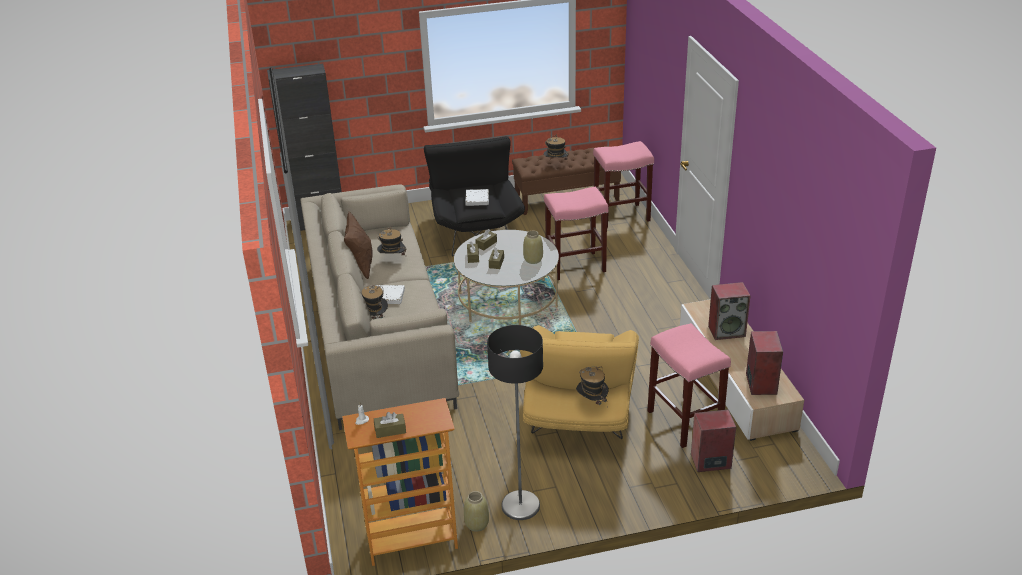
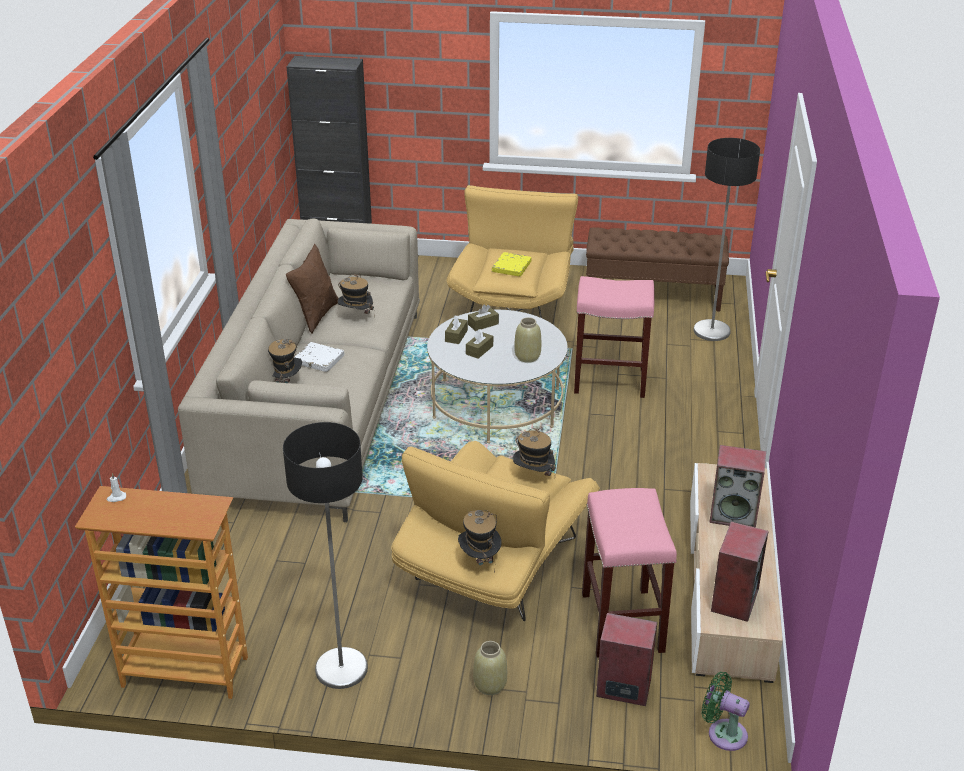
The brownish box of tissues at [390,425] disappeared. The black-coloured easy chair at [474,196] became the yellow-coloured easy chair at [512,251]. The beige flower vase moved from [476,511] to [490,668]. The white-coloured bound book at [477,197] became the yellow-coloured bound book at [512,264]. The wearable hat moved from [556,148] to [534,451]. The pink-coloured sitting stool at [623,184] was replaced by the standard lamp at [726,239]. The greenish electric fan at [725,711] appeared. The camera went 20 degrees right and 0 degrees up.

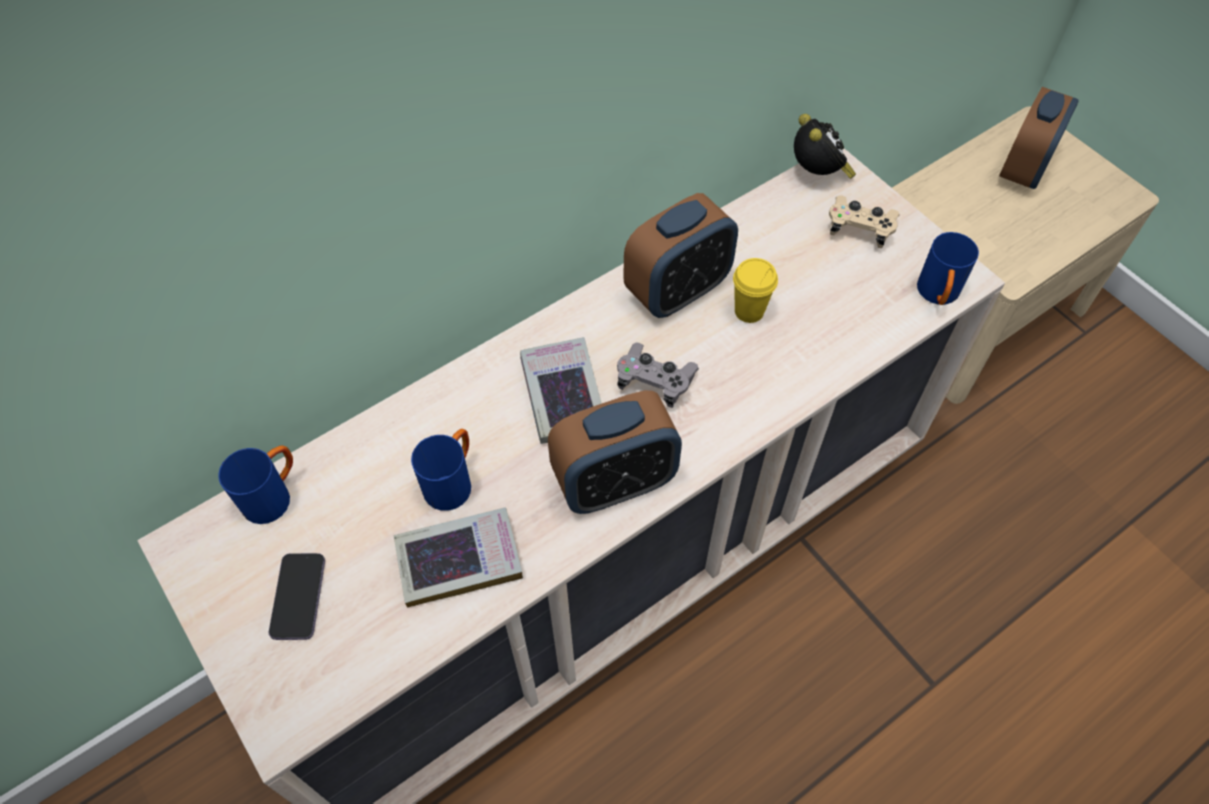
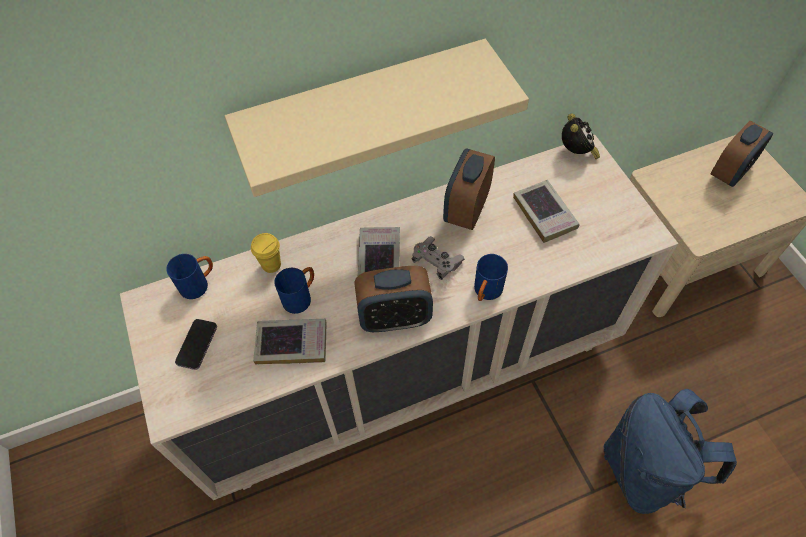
The bedside clock at [680,255] turned 135 degrees clockwise. The yellow-coloured small cup moved from [755,290] to [266,253]. The beige game controller at [864,221] disappeared. The bluish tea mug moved from [948,268] to [491,277]. The beige shelf at [377,118] appeared. The bound book at [546,211] appeared. The bluish backpack at [670,451] appeared. The camera went 15 degrees right and 0 degrees up.

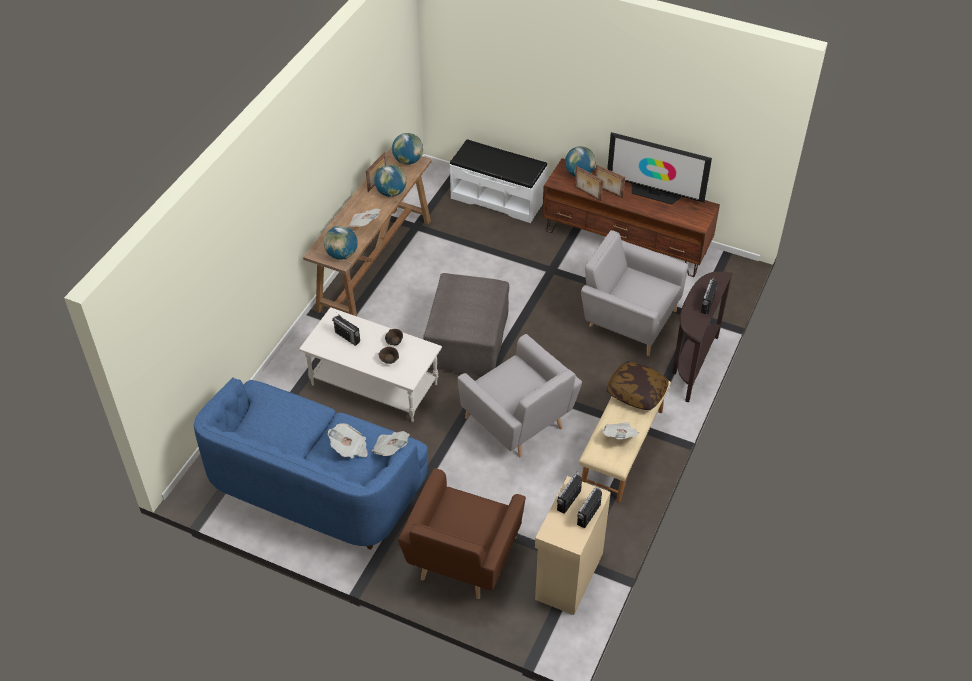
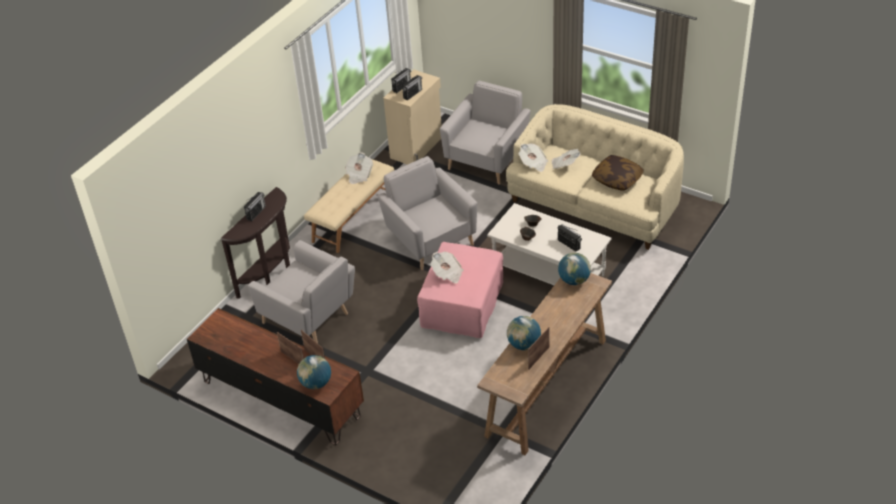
The bluish settee at [311,464] became the beige settee at [595,177]. The printed paper moved from [364,217] to [447,268]. The world globe at [407,149] disappeared. The brownish easy chair at [462,533] became the greyish easy chair at [485,133]. The greyish footrest at [466,324] became the pink-coloured footrest at [460,290]. The white-coloured long seat at [498,181] disappeared. The TV set at [659,168] disappeared. The cushion moved from [638,385] to [618,173]. The camera went 170 degrees left and 5 degrees down.

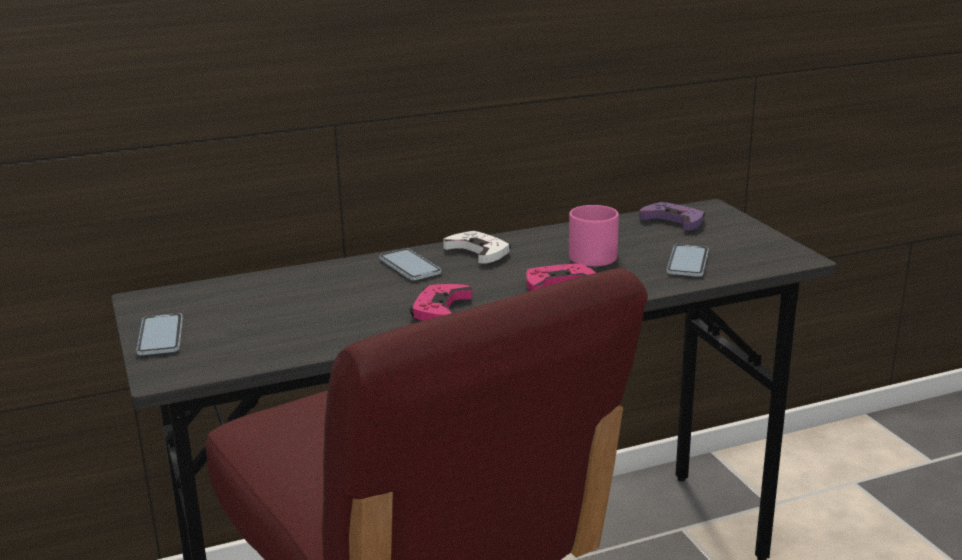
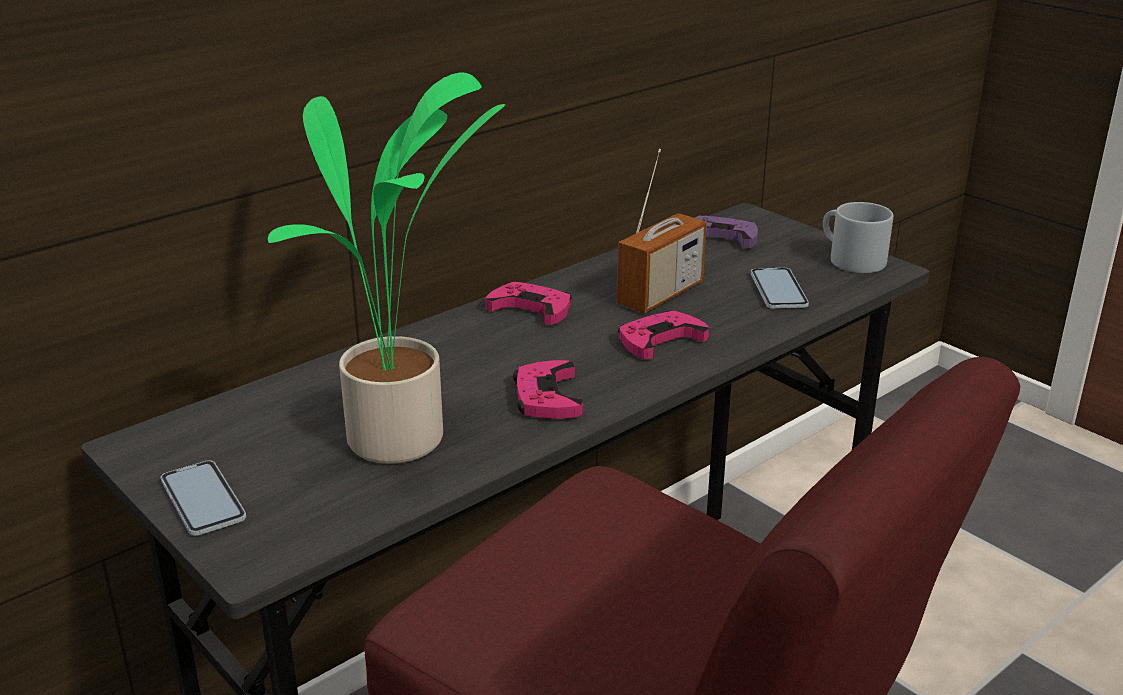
The handset at [410,264] disappeared. The white-coloured game controller at [477,247] became the pink-coloured game controller at [528,303]. The pink-coloured tea mug at [594,235] was replaced by the radio set at [662,231]. The plant in a pot at [387,268] appeared. The greyish tea mug at [858,237] appeared. The camera went 20 degrees left and 5 degrees up.

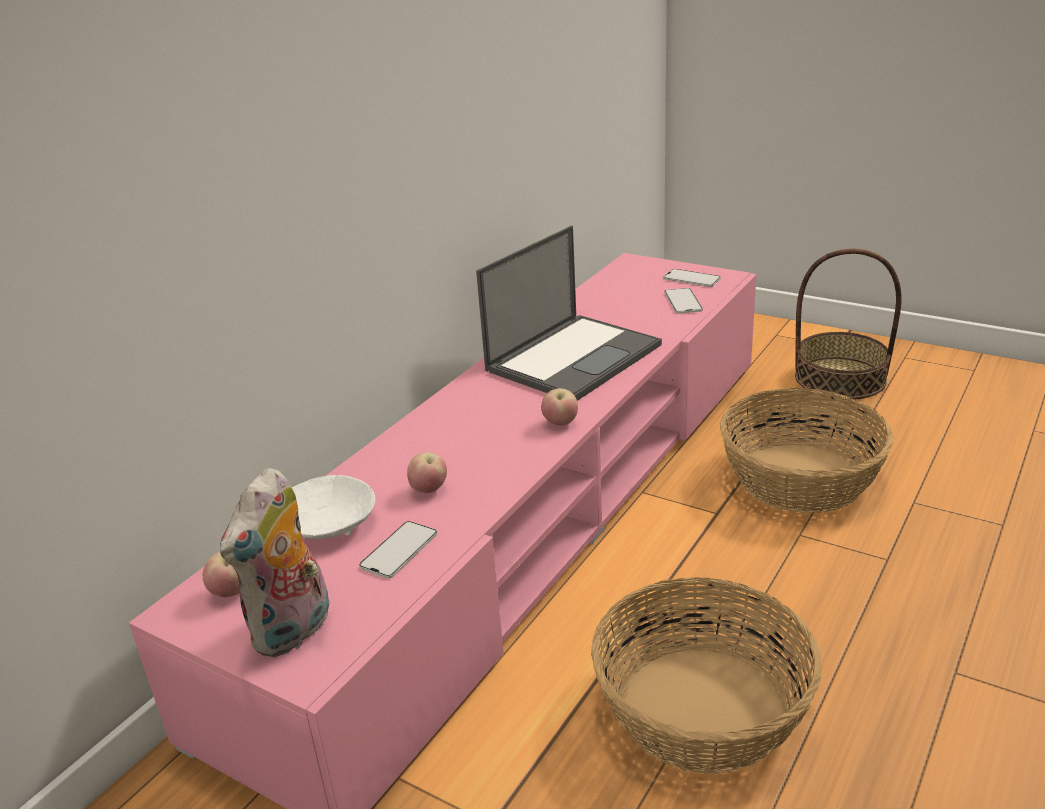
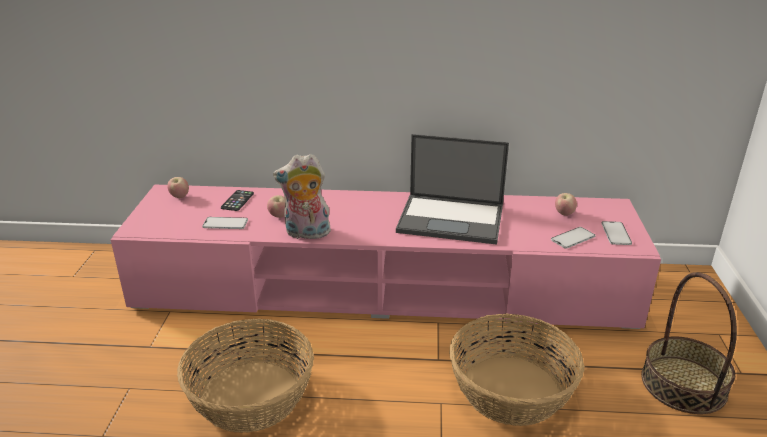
The cuddly toy moved from [274,562] to [302,196]. The white-coloured bowl at [333,507] was replaced by the handset at [237,200]. The apple fruit moved from [559,407] to [566,204]. The camera went 60 degrees right and 0 degrees up.

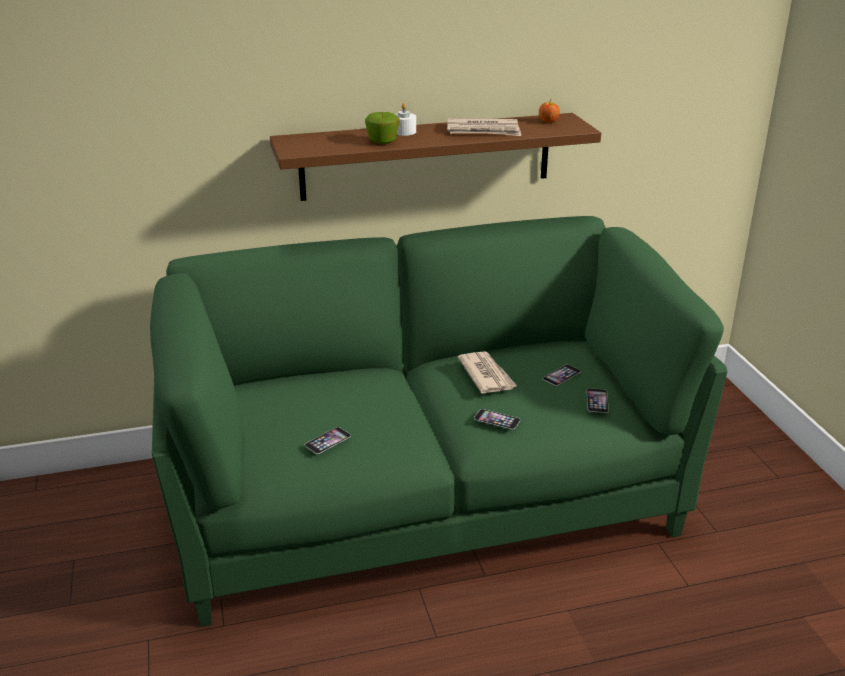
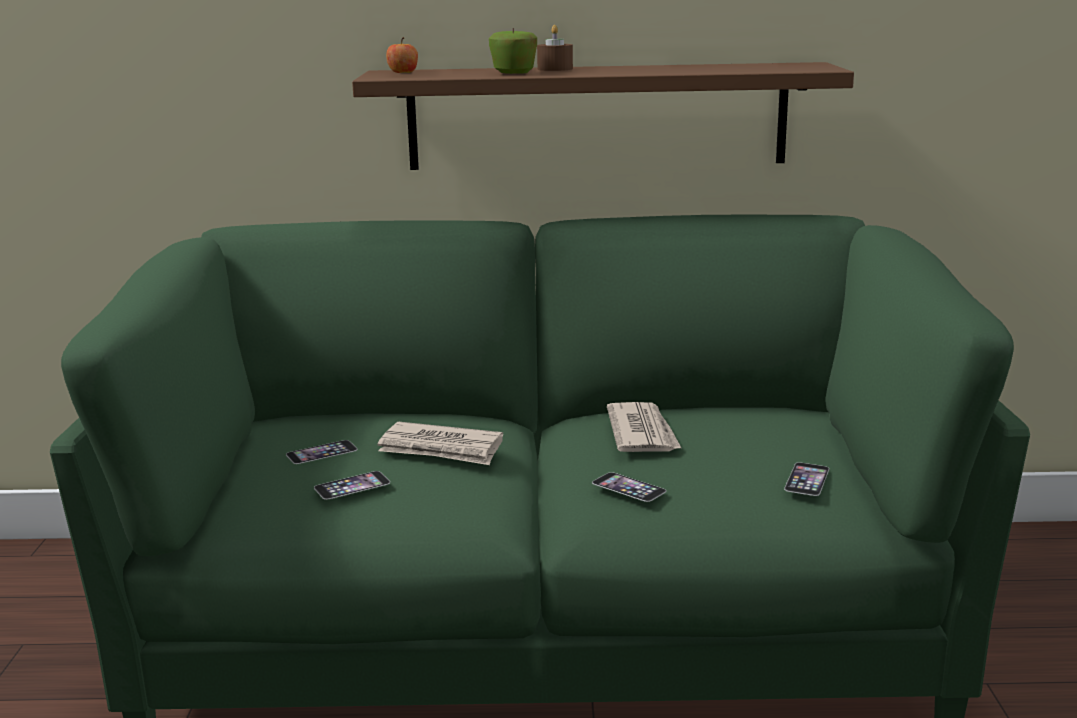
The white-coloured wax candle at [405,119] became the brownish wax candle at [555,48]. The printed paper moved from [484,127] to [440,443]. The apple fruit moved from [549,111] to [402,55]. The handset moved from [561,375] to [322,452]. The camera went 15 degrees right and 10 degrees down.

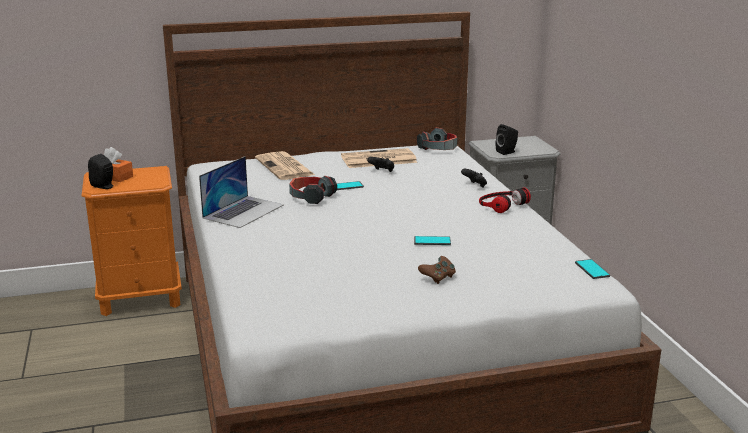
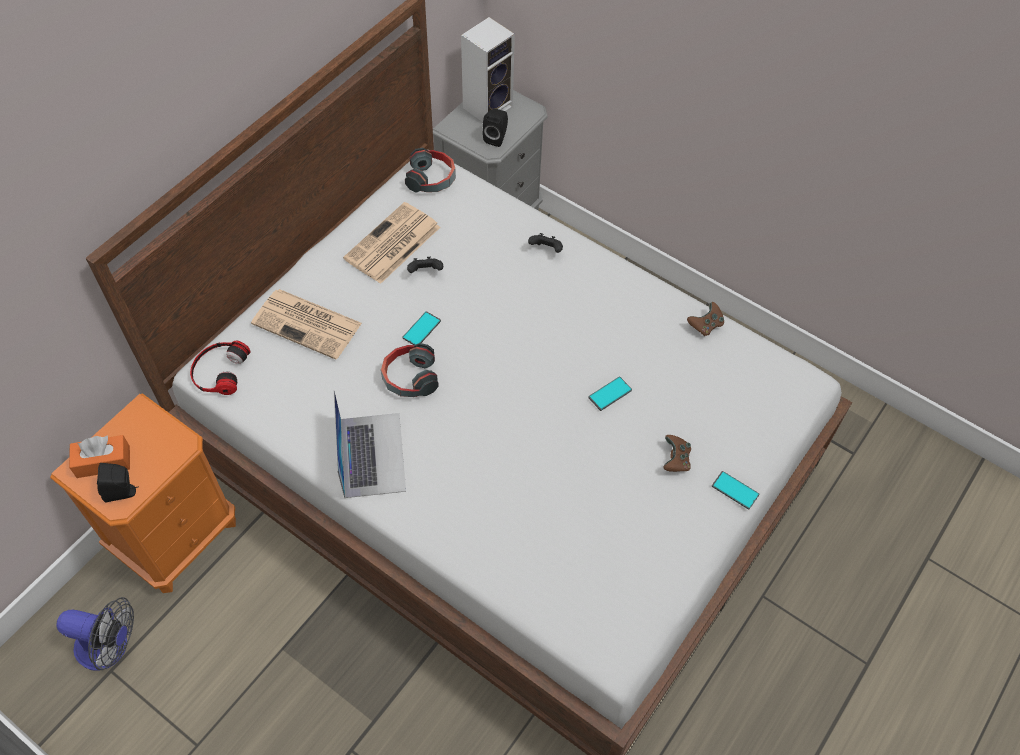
The headset moved from [505,200] to [220,368]. The handset moved from [592,269] to [735,490]. The electric fan at [95,634] appeared. The audio speaker at [488,69] appeared. The brownish game controller at [705,319] appeared. The camera went 40 degrees left and 35 degrees up.

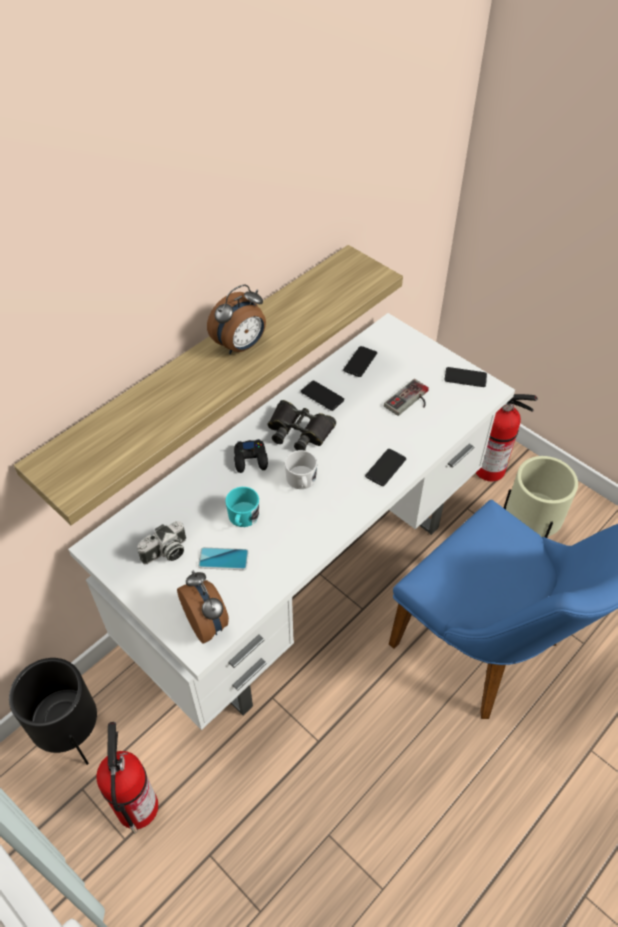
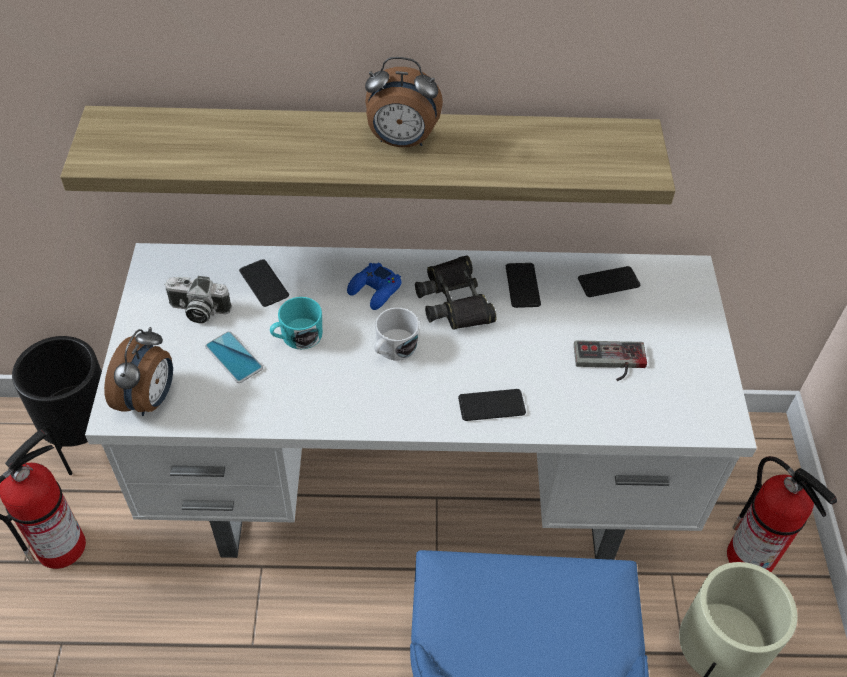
The black-coloured game controller at [251,456] became the bluish game controller at [374,286]. The handset moved from [465,377] to [264,283]. The camera went 45 degrees right and 0 degrees up.

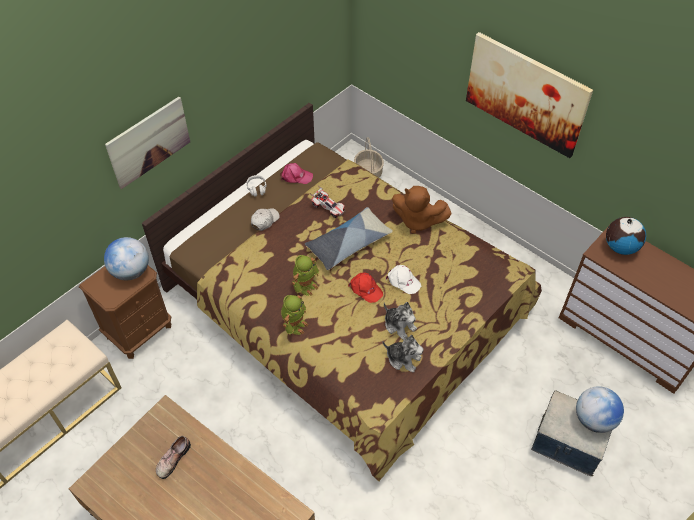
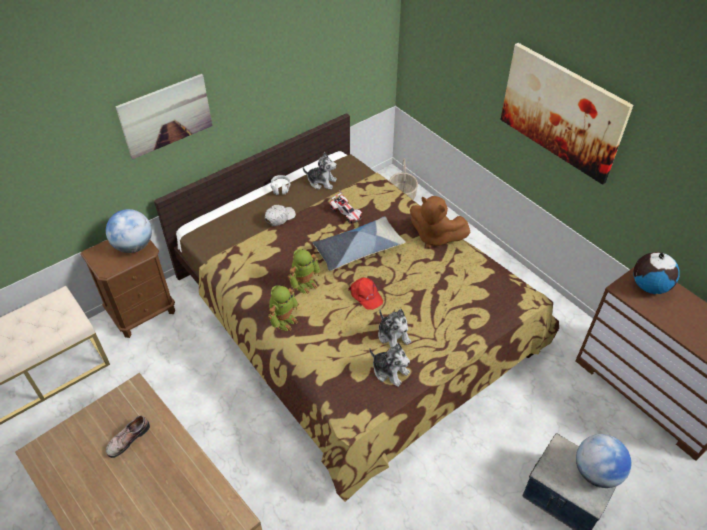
The pink-coloured baseball cap at [296,173] was replaced by the cuddly toy at [320,171]. The white-coloured baseball cap at [403,279] disappeared. The camera went 10 degrees right and 5 degrees down.

